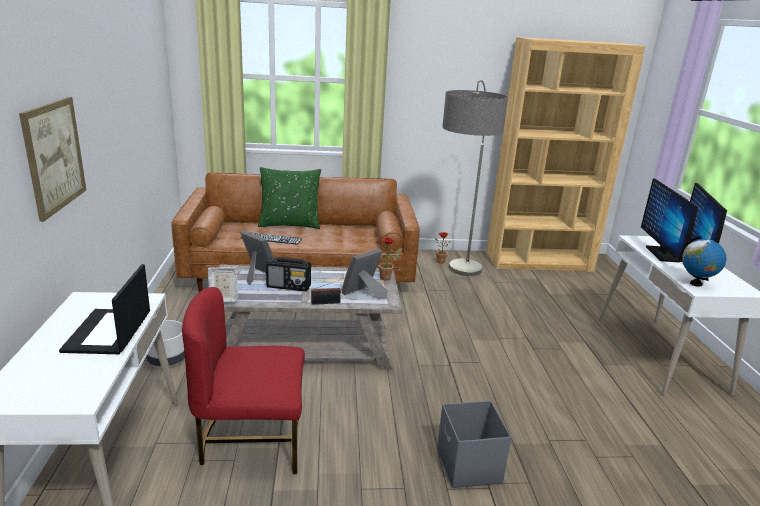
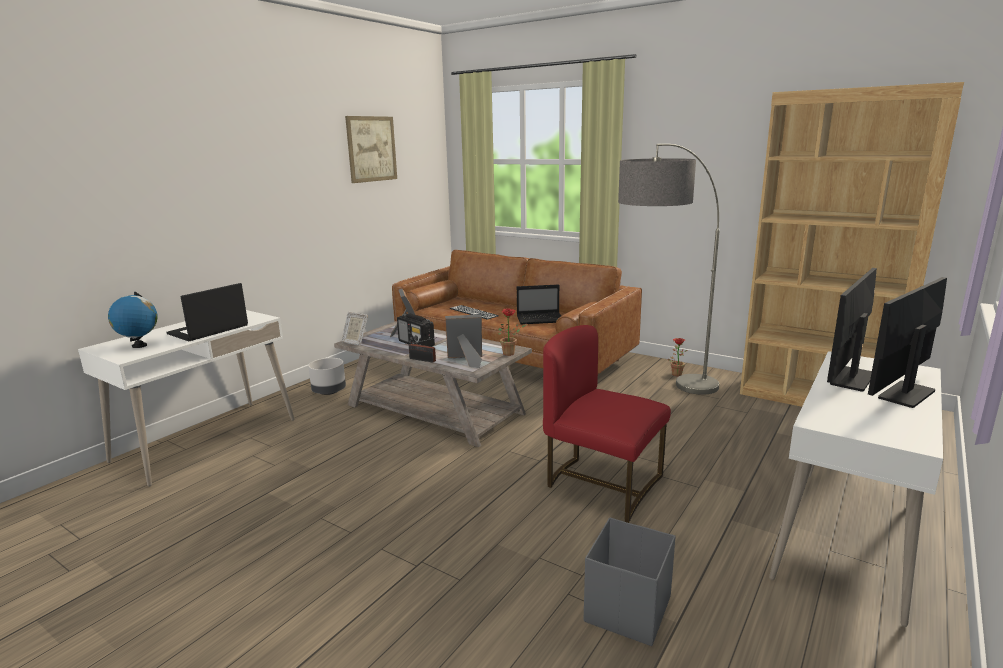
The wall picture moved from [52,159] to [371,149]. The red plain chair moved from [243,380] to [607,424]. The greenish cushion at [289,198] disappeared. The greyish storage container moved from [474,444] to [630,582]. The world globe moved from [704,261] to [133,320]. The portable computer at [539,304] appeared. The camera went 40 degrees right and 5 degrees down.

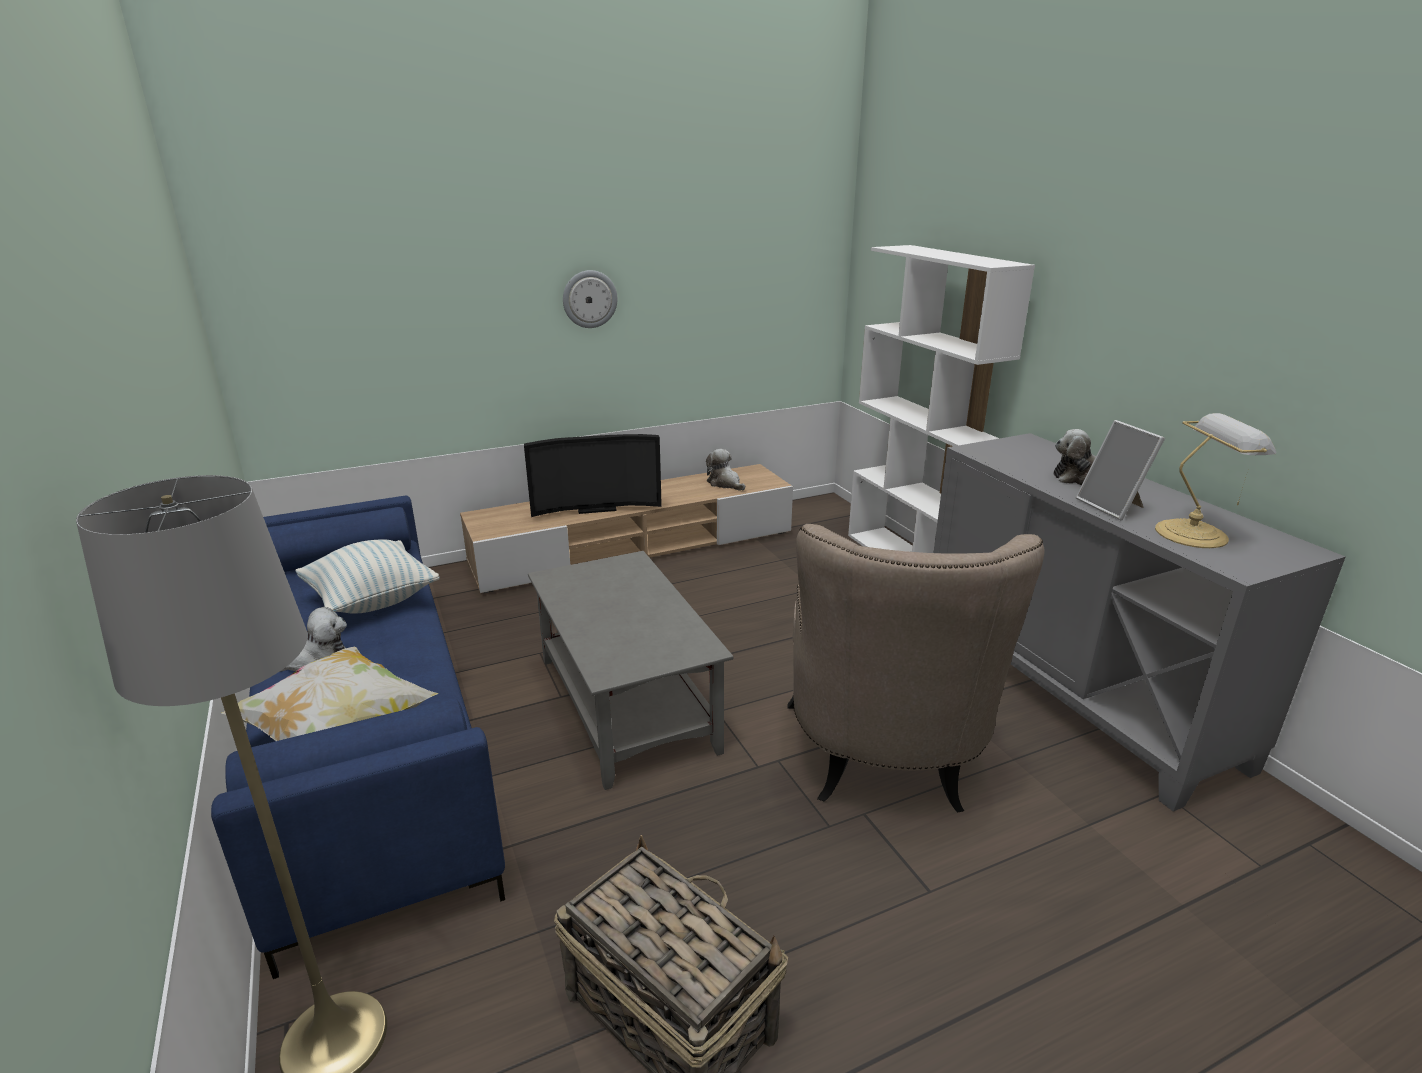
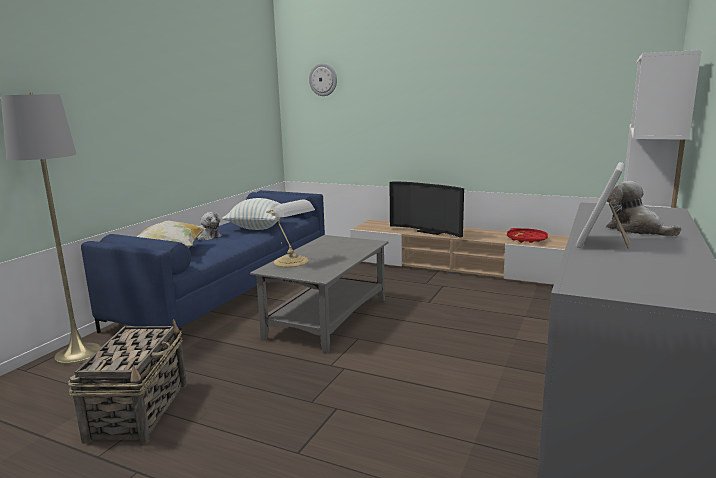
The wall clock moved from [590,299] to [323,79]. The cuddly toy at [725,470] was replaced by the red serving tray at [527,235]. The beige easy chair at [916,668] disappeared. The tabletop lamp moved from [1216,480] to [290,233]. The camera went 50 degrees right and 10 degrees down.

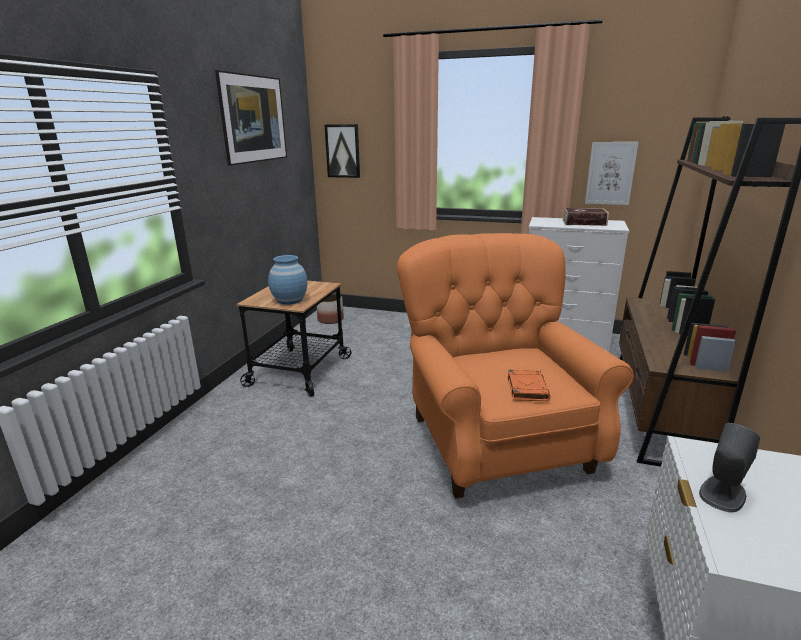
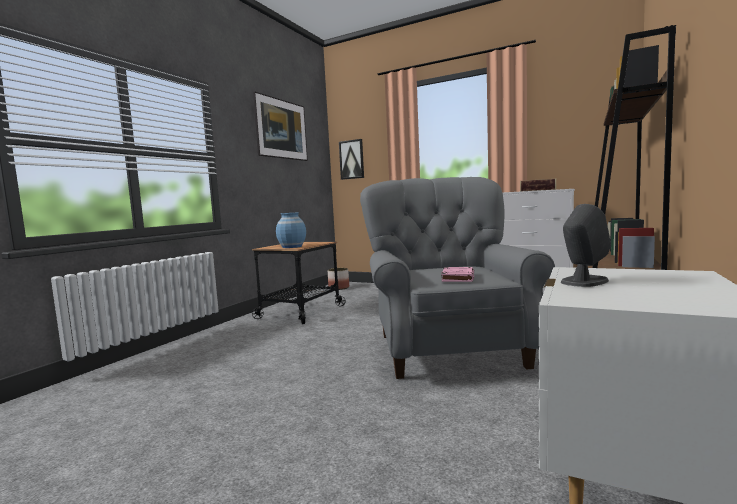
The orangey easy chair at [515,366] became the greyish easy chair at [457,278]. The orangey bound book at [529,385] became the pink-coloured bound book at [457,274]. The wall picture at [611,173] disappeared. The camera went 10 degrees right and 15 degrees down.

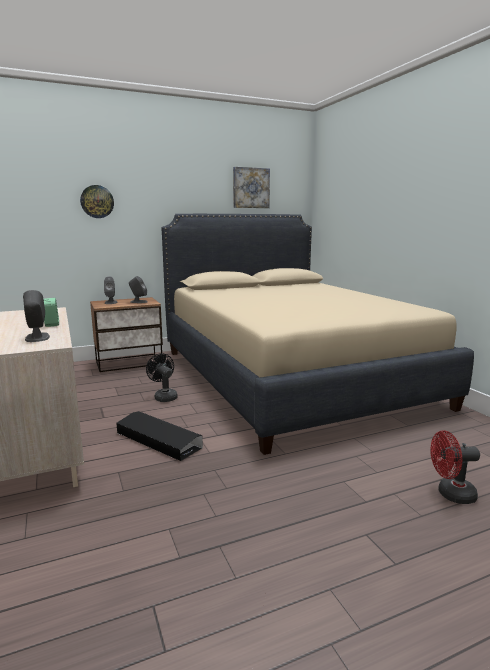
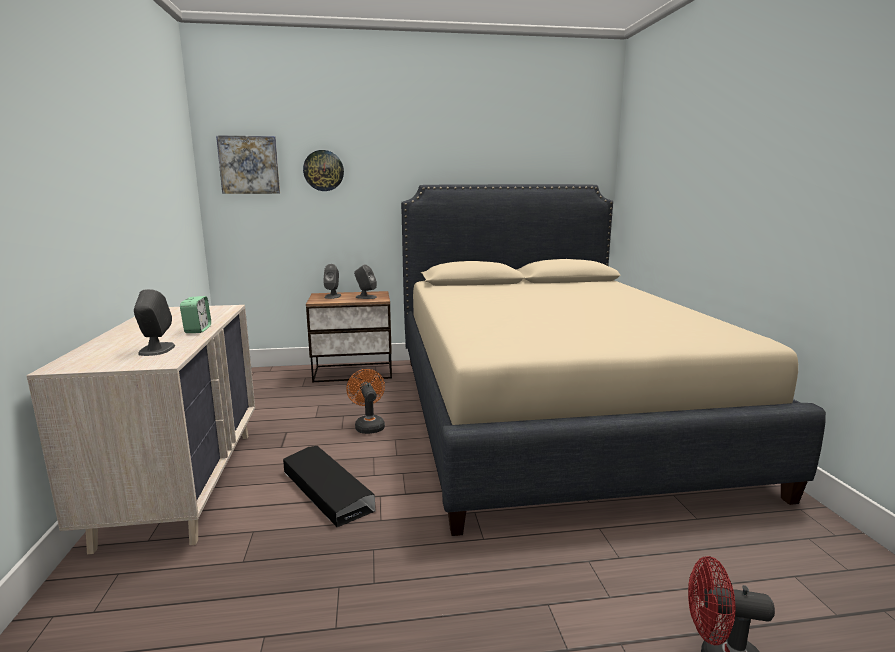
The black-coloured electric fan at [162,377] became the orangey electric fan at [365,401]. The wall picture moved from [251,187] to [248,164]. The camera went 15 degrees right and 0 degrees up.

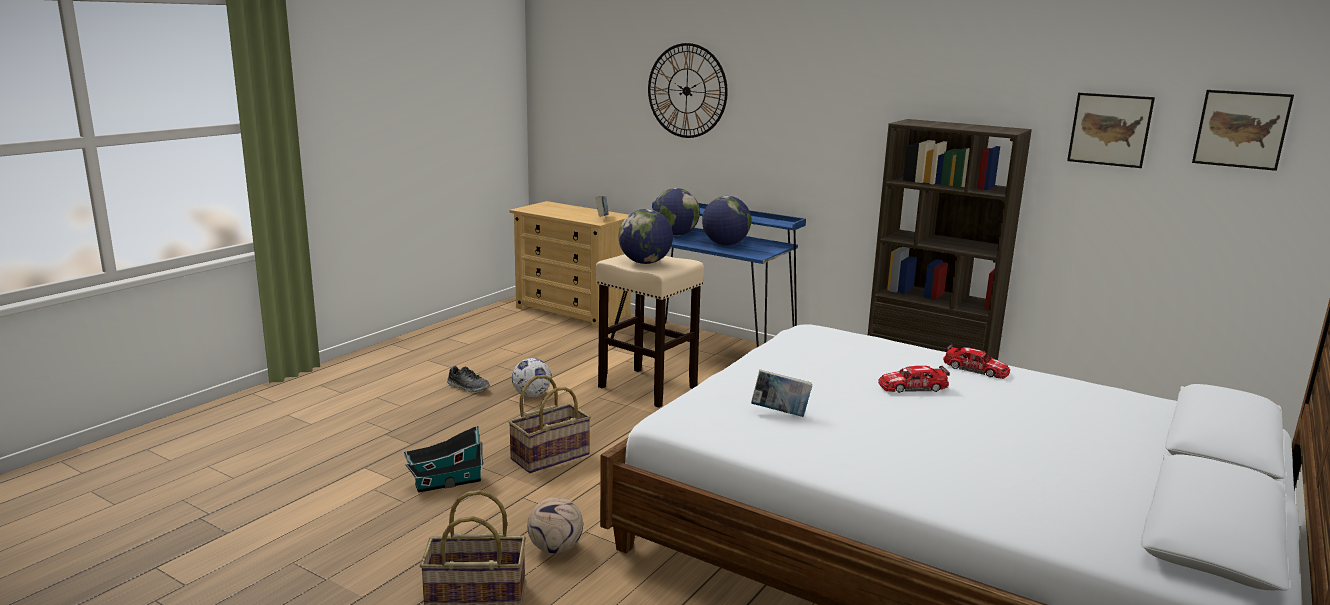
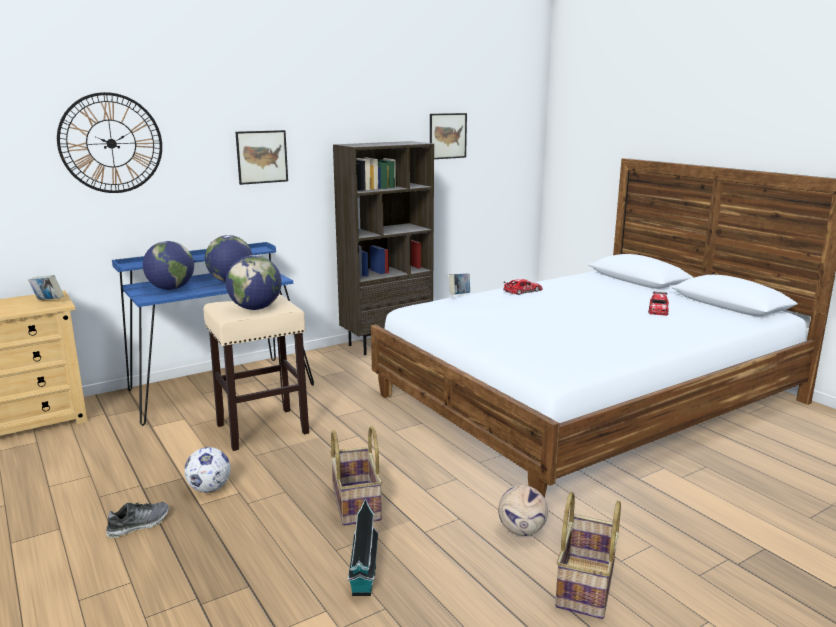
The bound book moved from [781,393] to [459,284]. The miniature car moved from [914,379] to [658,304]. The wall picture moved from [1243,130] to [261,157]. The camera went 65 degrees left and 0 degrees up.

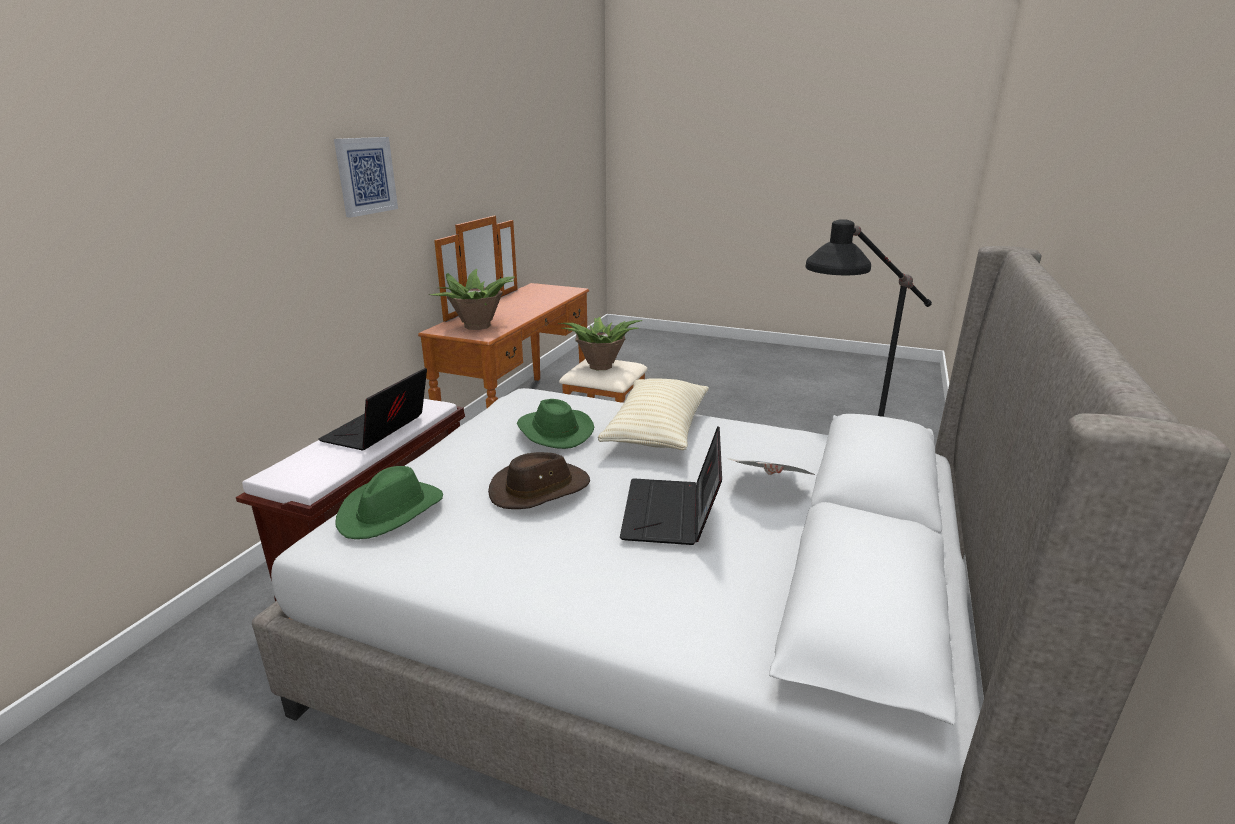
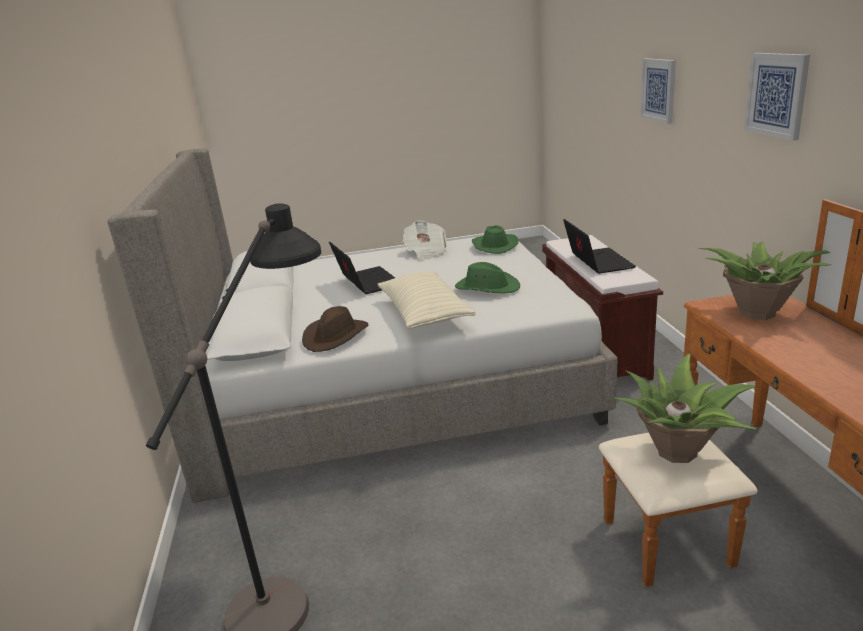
The brownish wearable hat moved from [539,480] to [335,329]. The printed paper moved from [771,466] to [425,240]. The wall picture at [658,91] appeared. The camera went 150 degrees right and 0 degrees up.

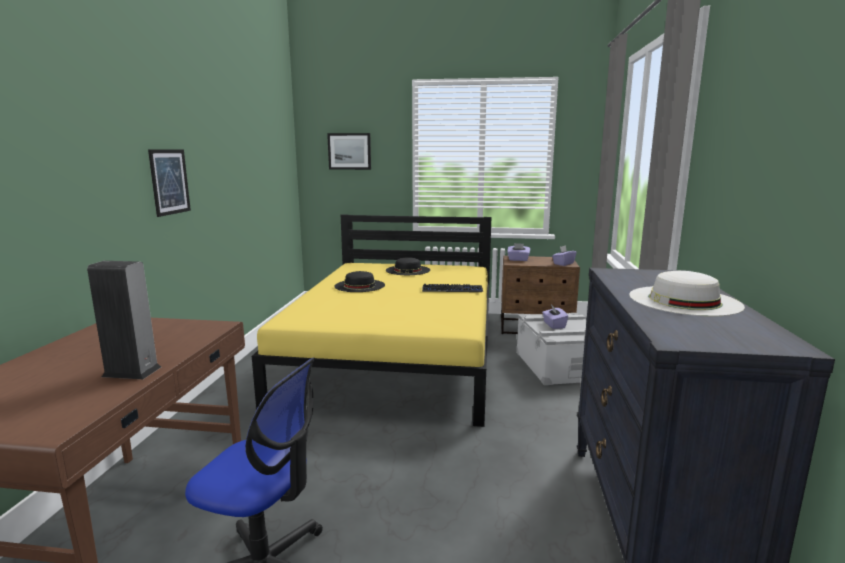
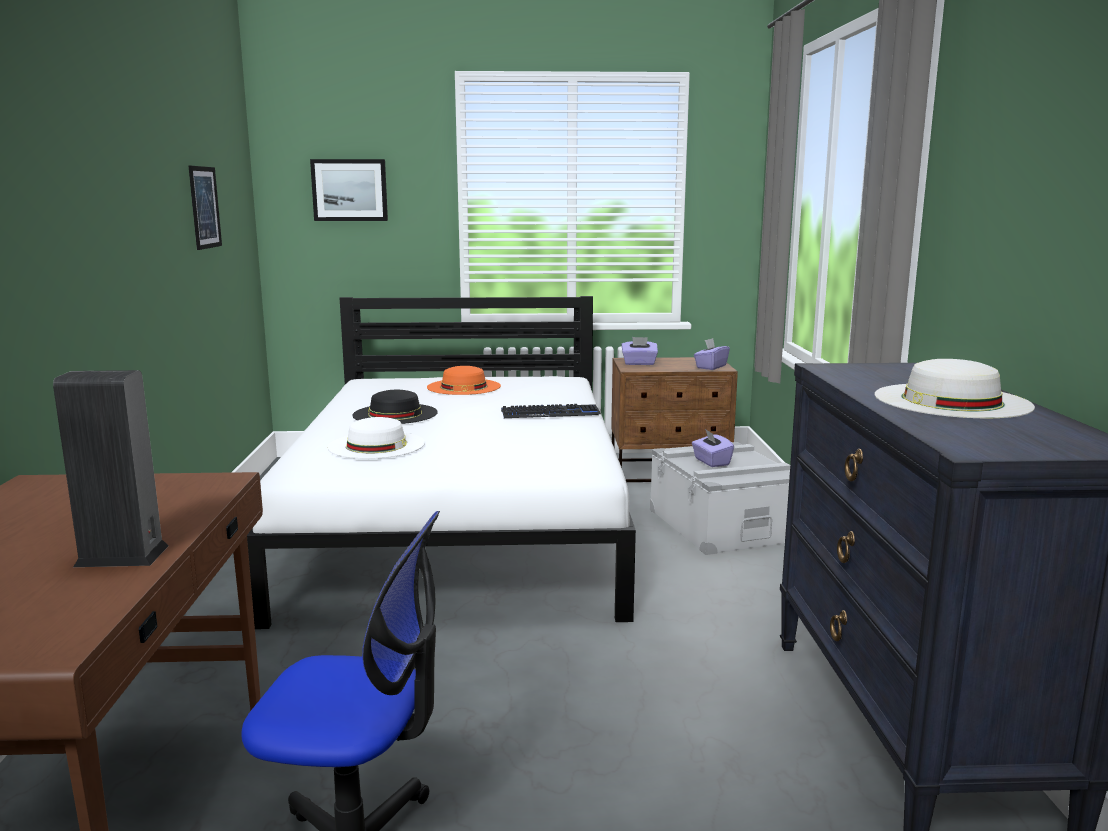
The wall picture moved from [169,183] to [205,208]. The yellow-coloured bed at [371,320] became the white-coloured bed at [441,462]. The black-coloured wearable hat at [408,266] became the orangey wearable hat at [464,380]. The white-coloured wearable hat at [376,438] appeared. The camera went 10 degrees left and 0 degrees up.

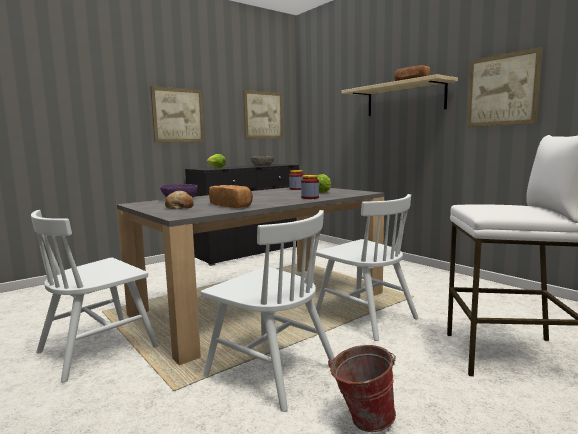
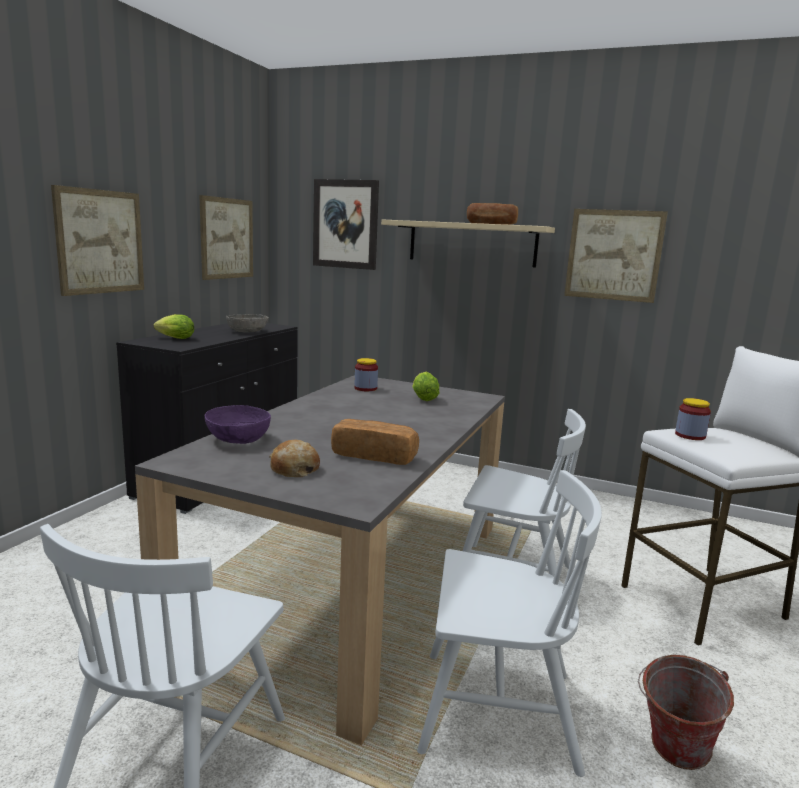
The storage jar moved from [310,187] to [693,419]. The wall picture at [346,224] appeared. The camera went 30 degrees left and 5 degrees up.

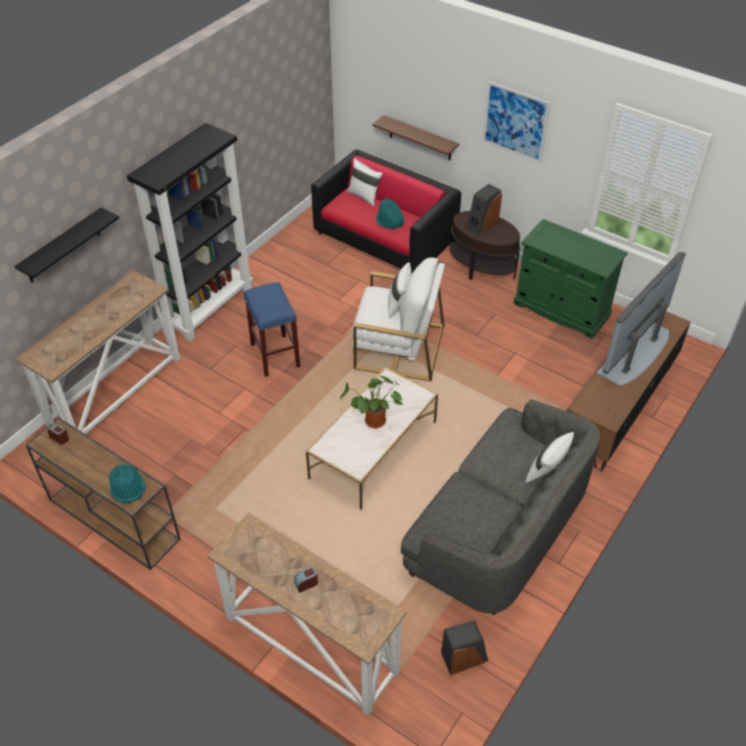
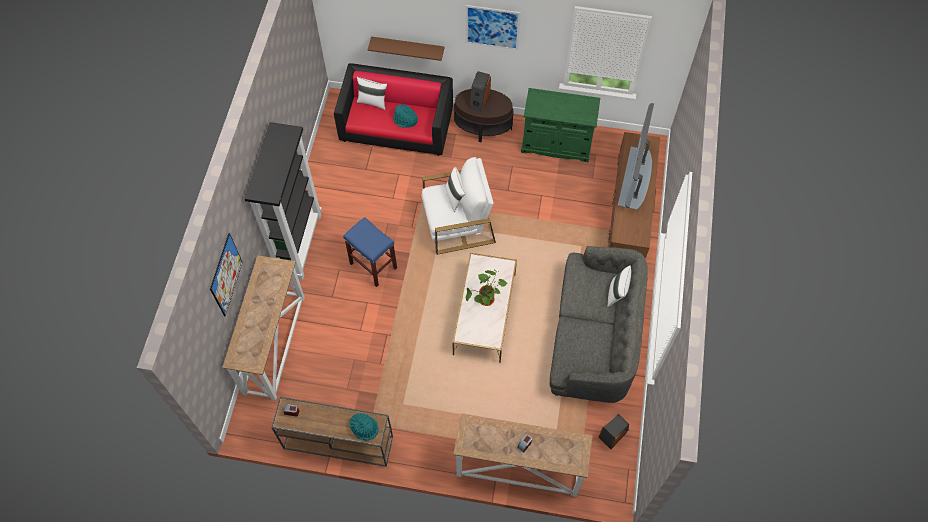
The black-coloured shelf at [67,244] was replaced by the wall picture at [226,274]. The camera went 25 degrees left and 15 degrees up.

